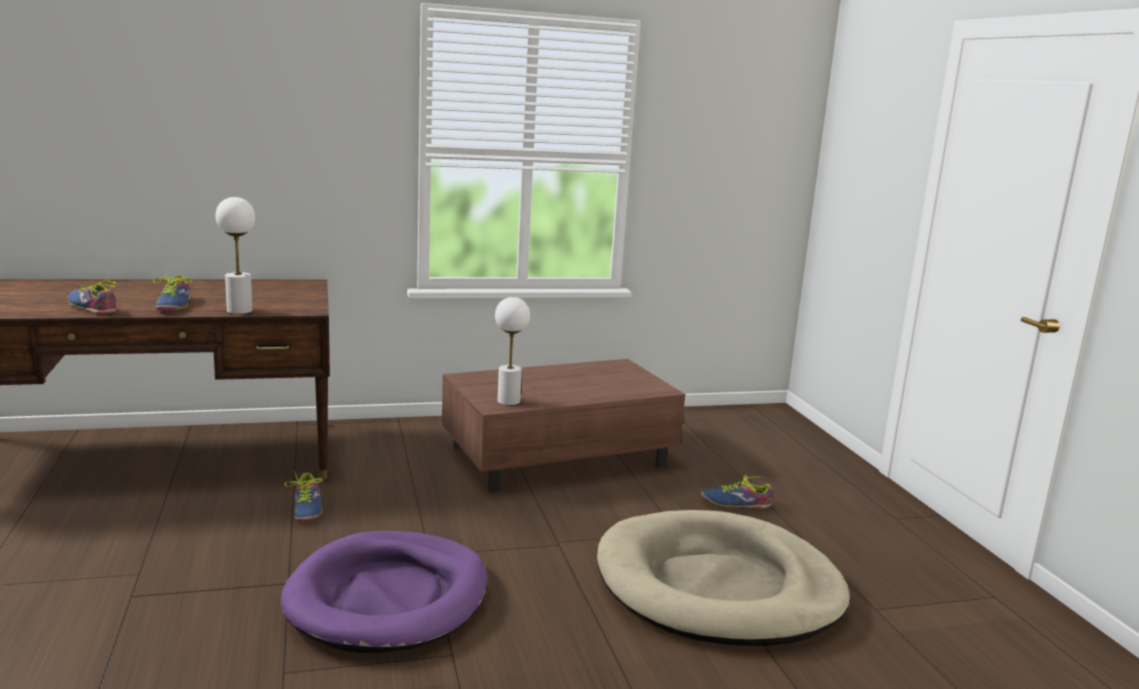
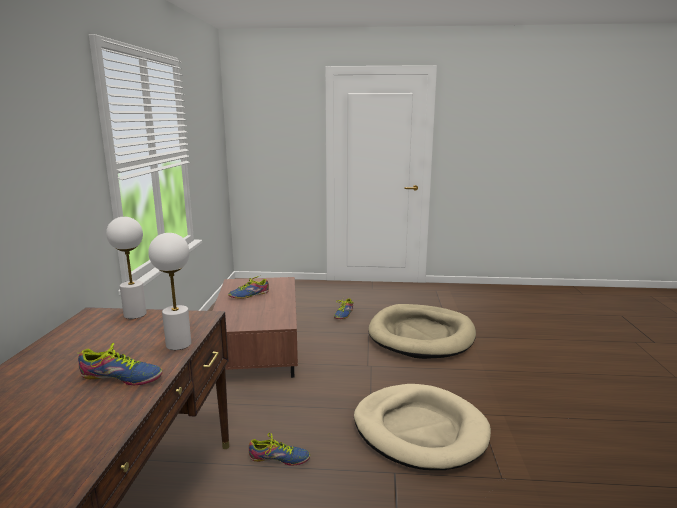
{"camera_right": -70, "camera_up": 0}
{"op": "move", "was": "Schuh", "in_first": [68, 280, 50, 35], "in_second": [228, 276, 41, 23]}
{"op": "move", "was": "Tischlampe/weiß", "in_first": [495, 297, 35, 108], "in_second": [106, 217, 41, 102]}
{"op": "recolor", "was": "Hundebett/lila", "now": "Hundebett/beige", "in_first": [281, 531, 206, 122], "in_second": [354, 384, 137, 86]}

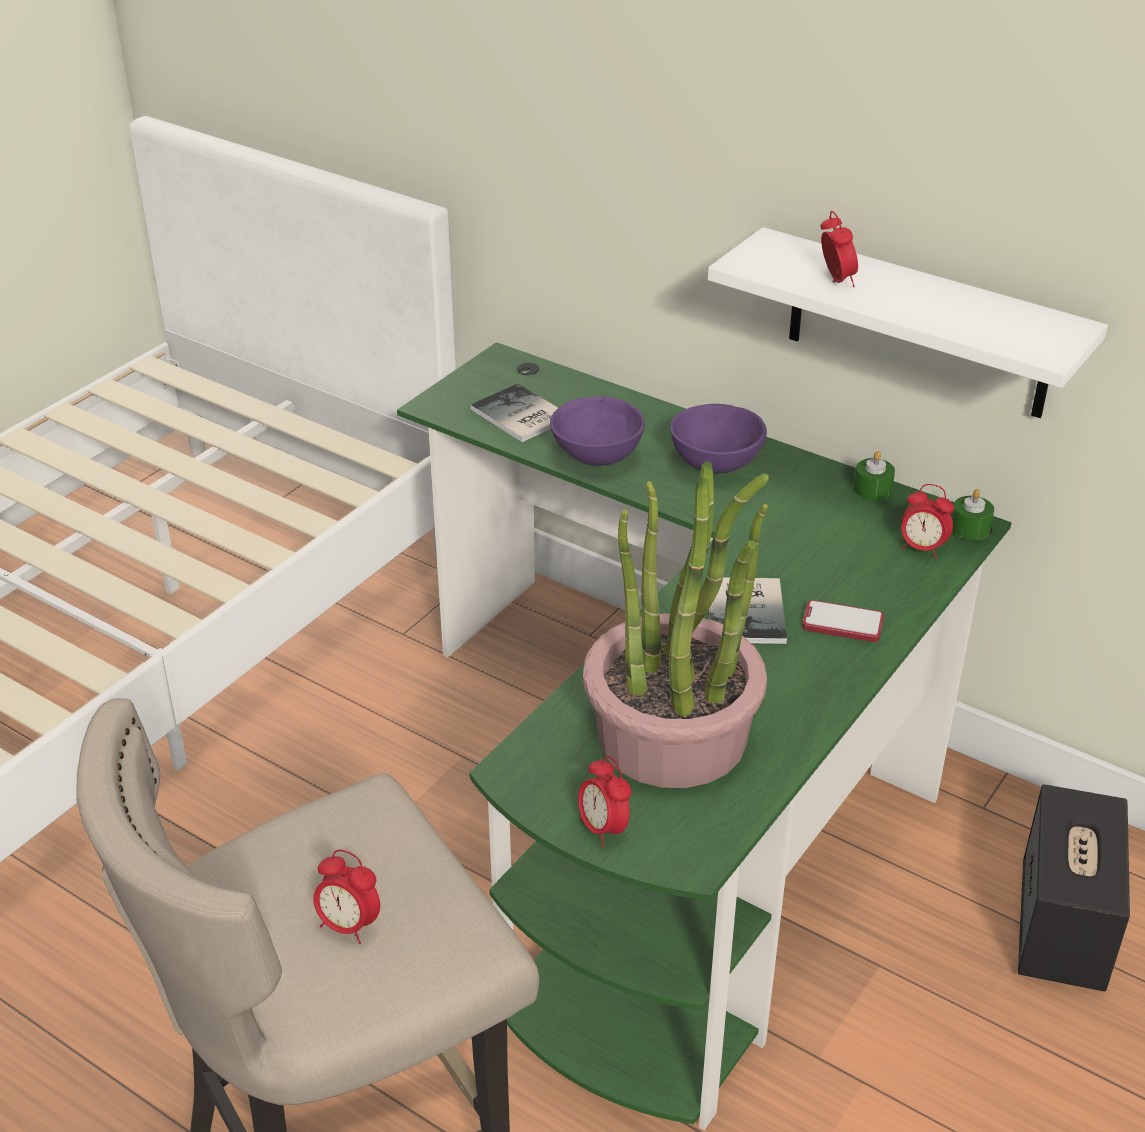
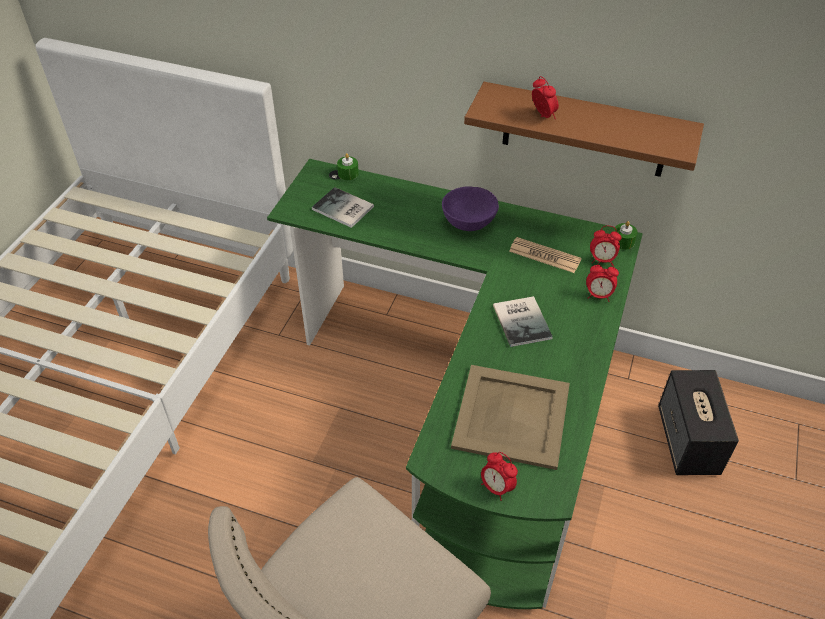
{"camera_right": -15, "camera_up": 10}
{"op": "delete", "was": "Schüssel/lila", "in_first": [550, 396, 95, 70]}
{"op": "delete", "was": "Handy", "in_first": [802, 600, 82, 42]}
{"op": "insert", "now": "Zeitung", "in_second": [509, 237, 73, 36]}
{"op": "move", "was": "Wecker", "in_first": [313, 849, 67, 95], "in_second": [586, 261, 33, 41]}
{"op": "move", "was": "Kerze/grün", "in_first": [854, 451, 41, 50], "in_second": [337, 153, 22, 27]}
{"op": "replace", "was": "Topfpflanze", "now": "Tablett/beige", "in_first": [583, 461, 186, 327], "in_second": [451, 365, 119, 105]}
{"op": "recolor", "was": "Wandregal/weiß", "now": "Wandregal/braun", "in_first": [708, 227, 400, 191], "in_second": [464, 82, 240, 95]}

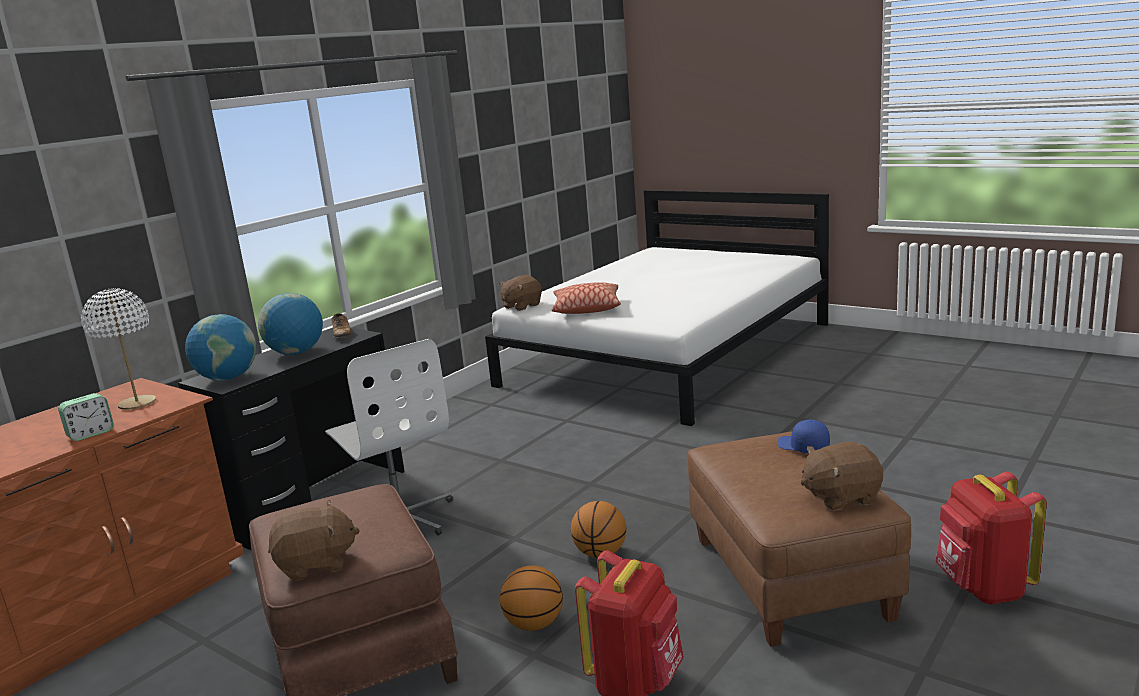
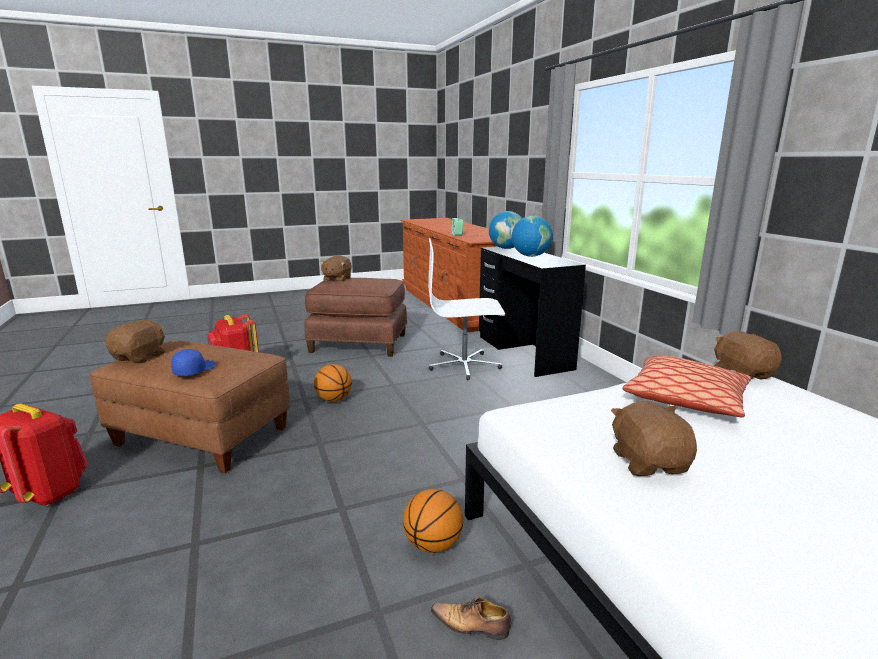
{"camera_right": 120, "camera_up": 0}
{"op": "delete", "was": "Tischlampe/weiß", "in_first": [81, 288, 75, 122]}
{"op": "insert", "now": "Plüschtier/braun", "in_second": [611, 401, 86, 75]}
{"op": "move", "was": "Schuh", "in_first": [331, 313, 21, 26], "in_second": [431, 597, 80, 43]}
{"op": "move", "was": "Basketball", "in_first": [500, 565, 63, 66], "in_second": [403, 489, 60, 64]}
{"op": "rotate", "was": "Kappe/blau", "in_first": [777, 420, 53, 33], "in_second": [171, 349, 45, 27], "clockwise": -60}

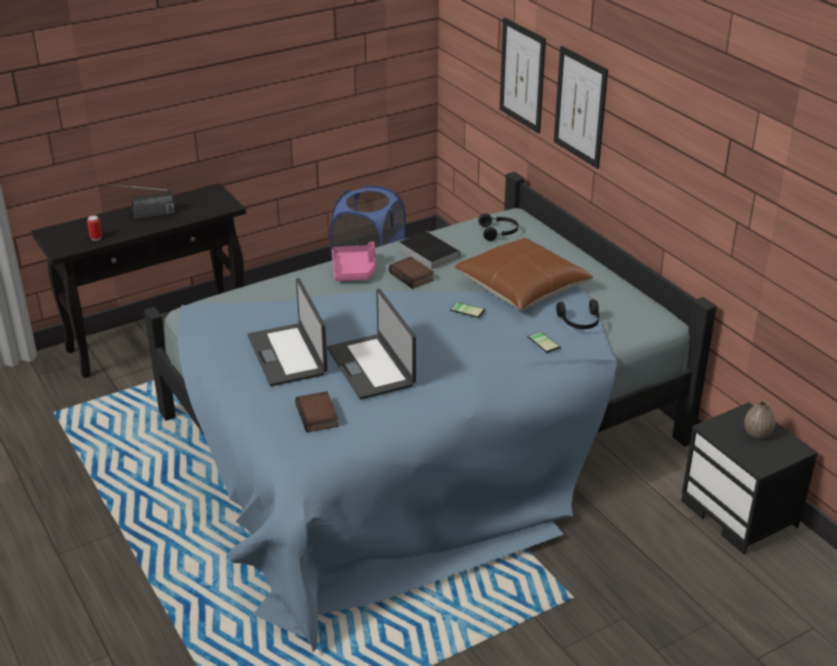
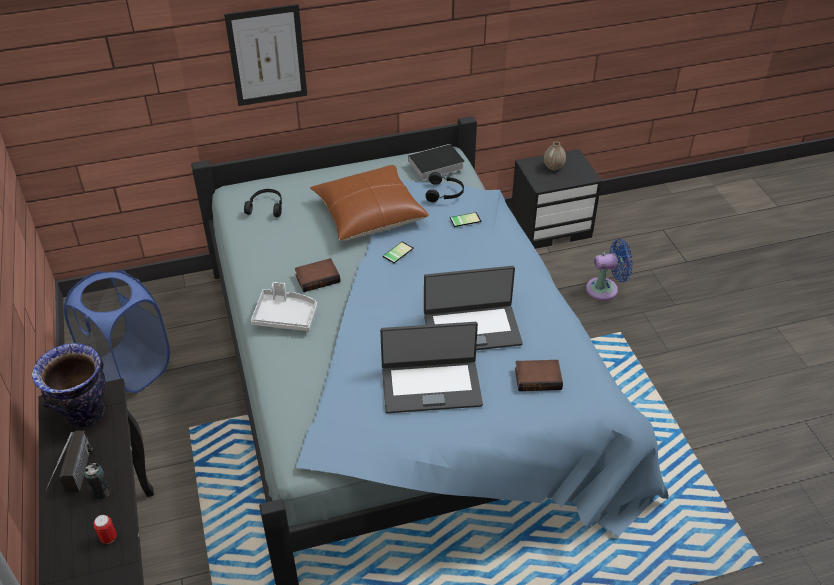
{"camera_right": -75, "camera_up": 10}
{"op": "delete", "was": "Bild", "in_first": [499, 17, 47, 117]}
{"op": "insert", "now": "Vase", "in_second": [32, 343, 74, 85]}
{"op": "insert", "now": "Dose", "in_second": [84, 463, 27, 37]}
{"op": "insert", "now": "Ventilator/blau", "in_second": [586, 239, 47, 61]}
{"op": "move", "was": "Buch", "in_first": [399, 231, 61, 39], "in_second": [401, 144, 64, 36]}
{"op": "recolor", "was": "Tablett/rosa", "now": "Tablett/grau", "in_first": [332, 242, 43, 39], "in_second": [251, 282, 66, 49]}

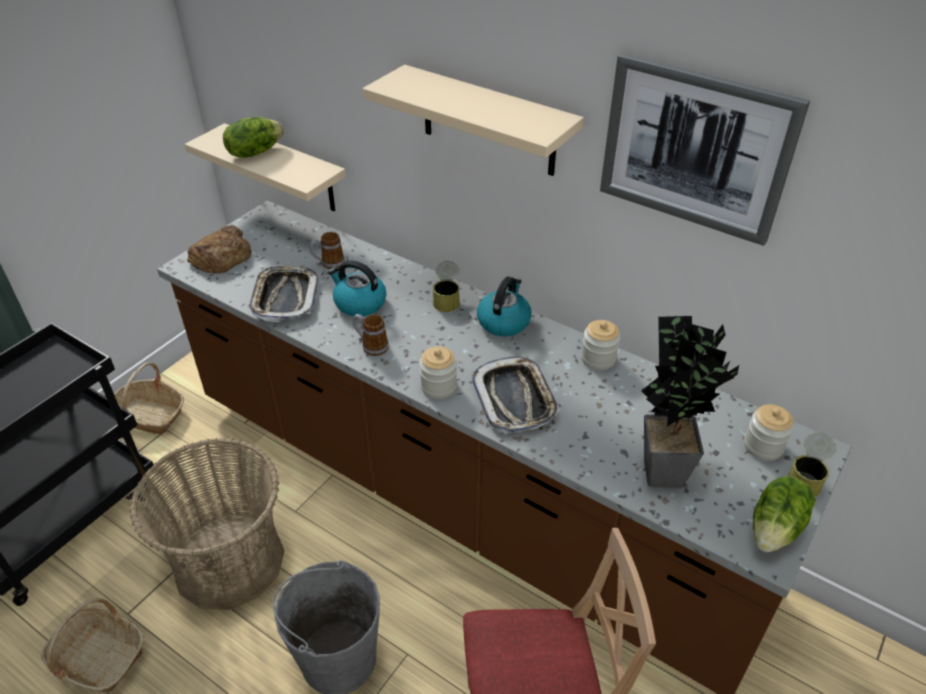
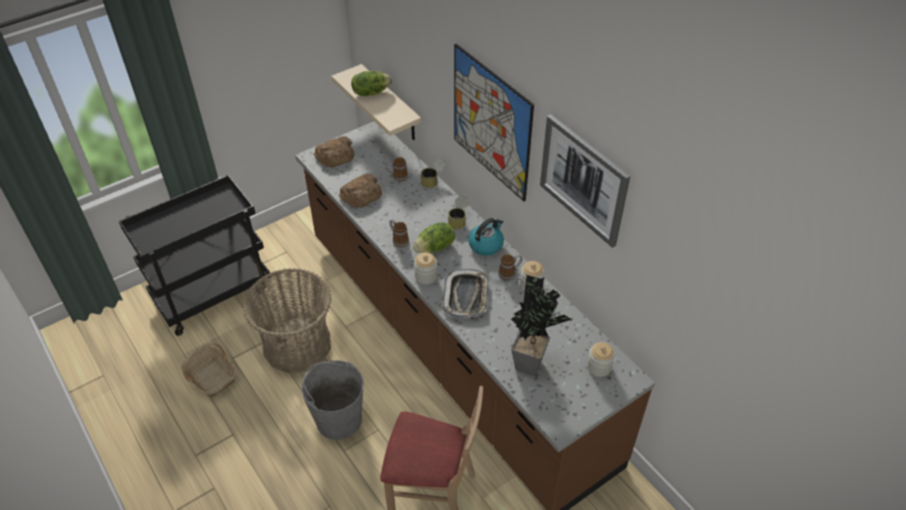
{"camera_right": 20, "camera_up": 5}
{"op": "delete", "was": "Korb", "in_first": [114, 362, 70, 72]}
{"op": "delete", "was": "Wasserkessel", "in_first": [328, 260, 59, 56]}
{"op": "insert", "now": "Henkelbecher", "in_second": [498, 254, 24, 26]}
{"op": "move", "was": "Salatkopf", "in_first": [753, 476, 63, 76], "in_second": [413, 222, 42, 31]}
{"op": "move", "was": "Dose", "in_first": [788, 433, 48, 64], "in_second": [421, 159, 25, 29]}
{"op": "replace", "was": "Tablett", "now": "Brot", "in_first": [249, 265, 69, 57], "in_second": [339, 173, 43, 35]}
{"op": "replace", "was": "Wandregal/beige", "now": "Bild", "in_first": [362, 65, 222, 111], "in_second": [454, 43, 80, 159]}

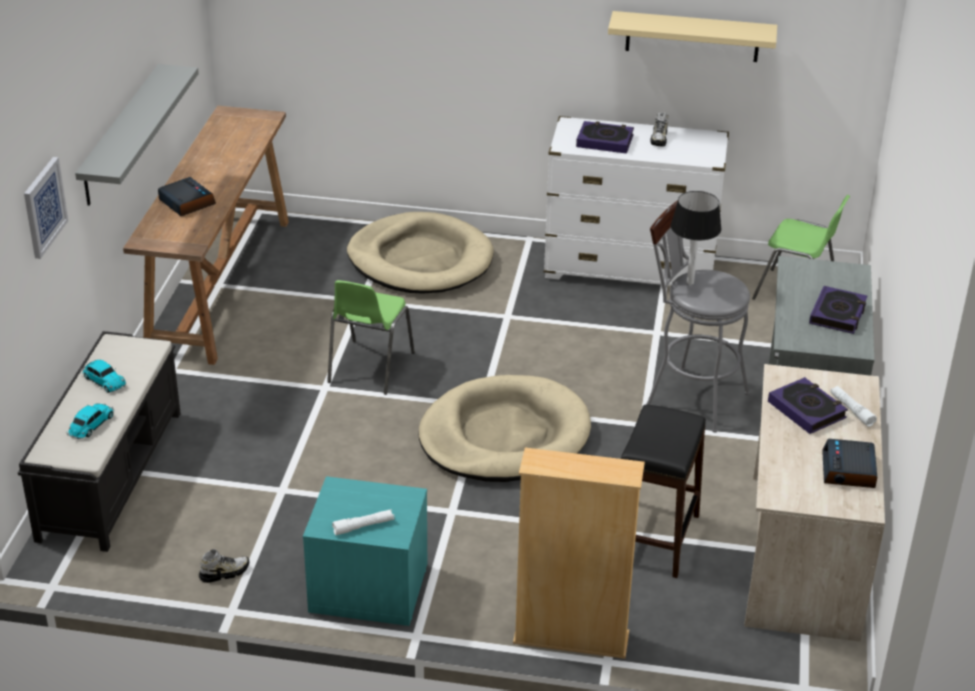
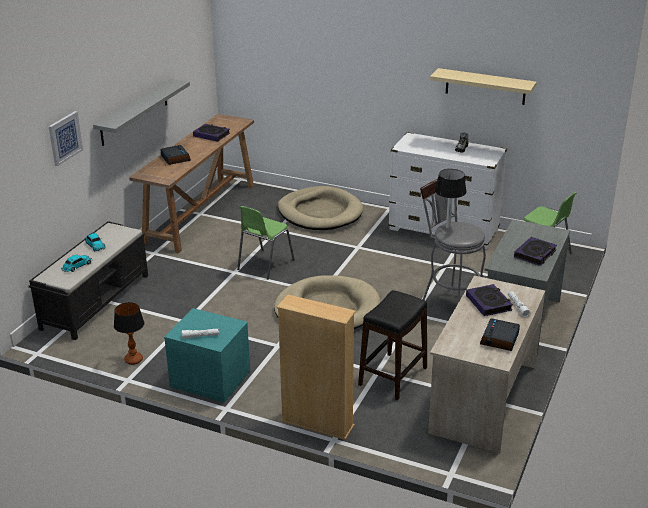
{"camera_right": 15, "camera_up": -5}
{"op": "move", "was": "Buch", "in_first": [576, 121, 58, 33], "in_second": [193, 124, 37, 18]}
{"op": "replace", "was": "Schuh", "now": "Tischlampe", "in_first": [199, 549, 50, 34], "in_second": [114, 302, 30, 63]}

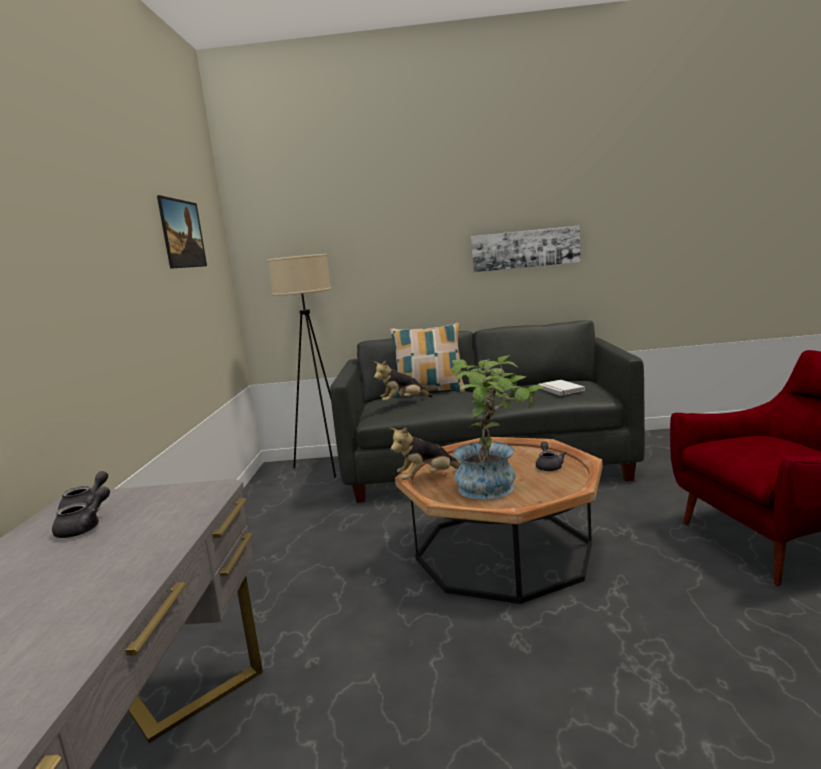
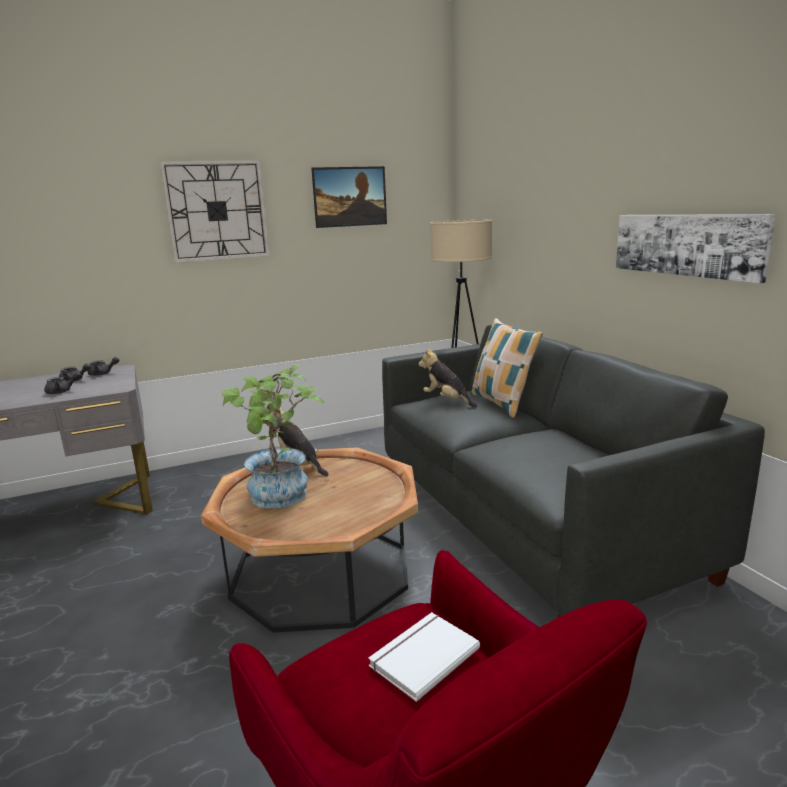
{"camera_right": 65, "camera_up": 5}
{"op": "insert", "now": "Wanduhr", "in_second": [160, 160, 109, 103]}
{"op": "move", "was": "Teekanne/grau", "in_first": [536, 441, 31, 30], "in_second": [44, 372, 37, 22]}
{"op": "move", "was": "Buch/weiß", "in_first": [538, 380, 47, 16], "in_second": [368, 612, 112, 90]}

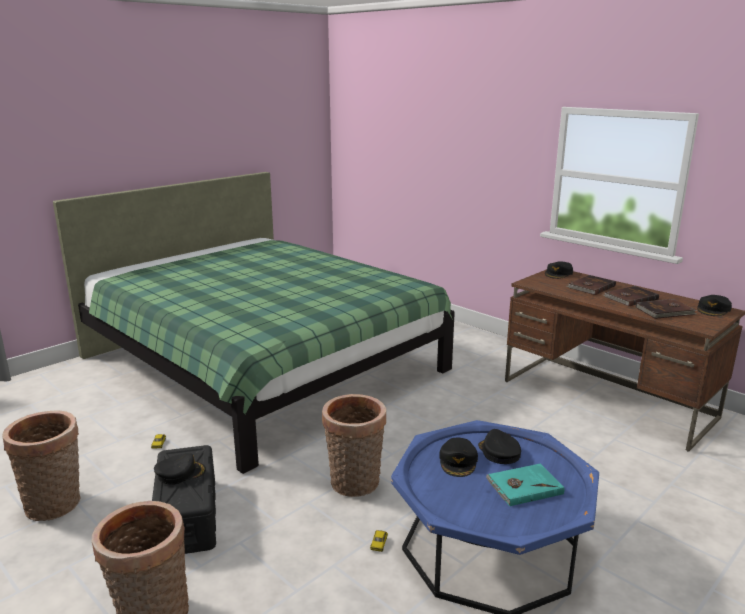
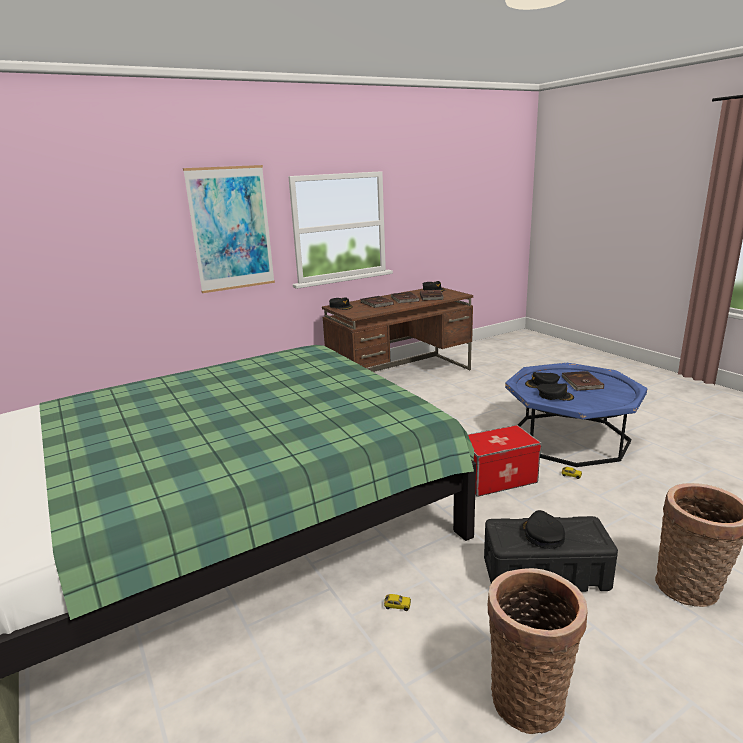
{"camera_right": -75, "camera_up": 0}
{"op": "insert", "now": "Bild", "in_second": [183, 165, 92, 128]}
{"op": "replace", "was": "Korb", "now": "Aufbewahrungsbox", "in_first": [322, 394, 64, 103], "in_second": [468, 425, 74, 72]}
{"op": "recolor", "was": "Buch/türkis", "now": "Buch/braun", "in_first": [486, 463, 78, 43], "in_second": [561, 371, 43, 20]}

